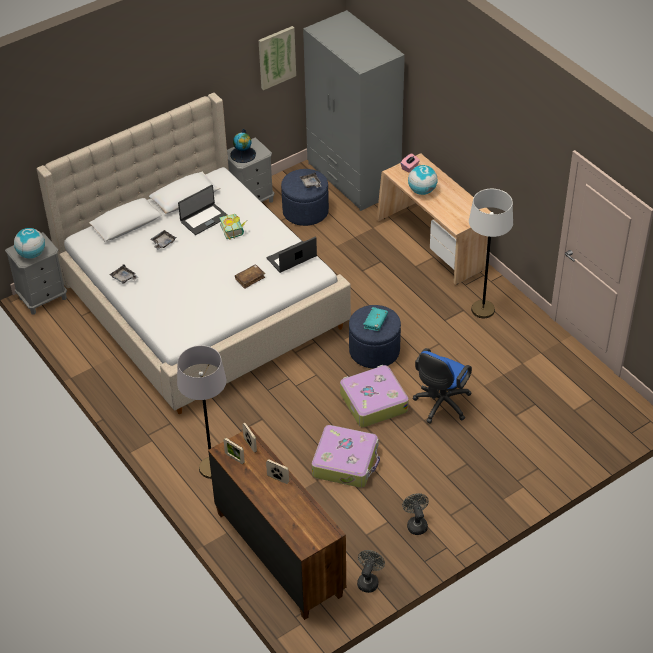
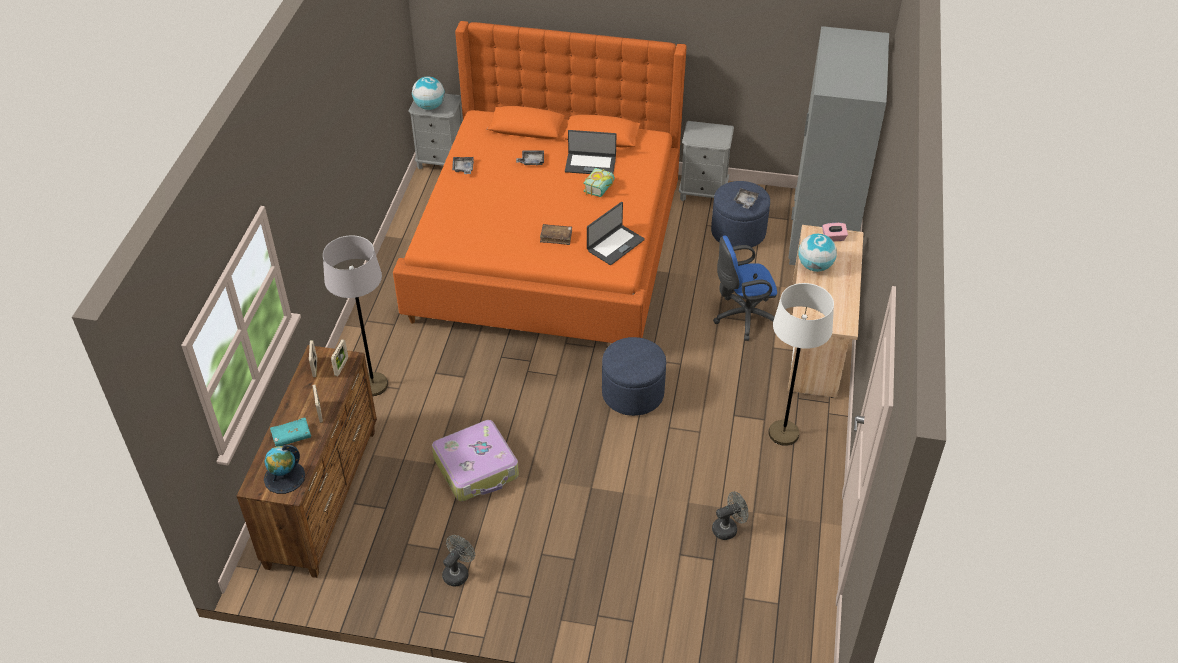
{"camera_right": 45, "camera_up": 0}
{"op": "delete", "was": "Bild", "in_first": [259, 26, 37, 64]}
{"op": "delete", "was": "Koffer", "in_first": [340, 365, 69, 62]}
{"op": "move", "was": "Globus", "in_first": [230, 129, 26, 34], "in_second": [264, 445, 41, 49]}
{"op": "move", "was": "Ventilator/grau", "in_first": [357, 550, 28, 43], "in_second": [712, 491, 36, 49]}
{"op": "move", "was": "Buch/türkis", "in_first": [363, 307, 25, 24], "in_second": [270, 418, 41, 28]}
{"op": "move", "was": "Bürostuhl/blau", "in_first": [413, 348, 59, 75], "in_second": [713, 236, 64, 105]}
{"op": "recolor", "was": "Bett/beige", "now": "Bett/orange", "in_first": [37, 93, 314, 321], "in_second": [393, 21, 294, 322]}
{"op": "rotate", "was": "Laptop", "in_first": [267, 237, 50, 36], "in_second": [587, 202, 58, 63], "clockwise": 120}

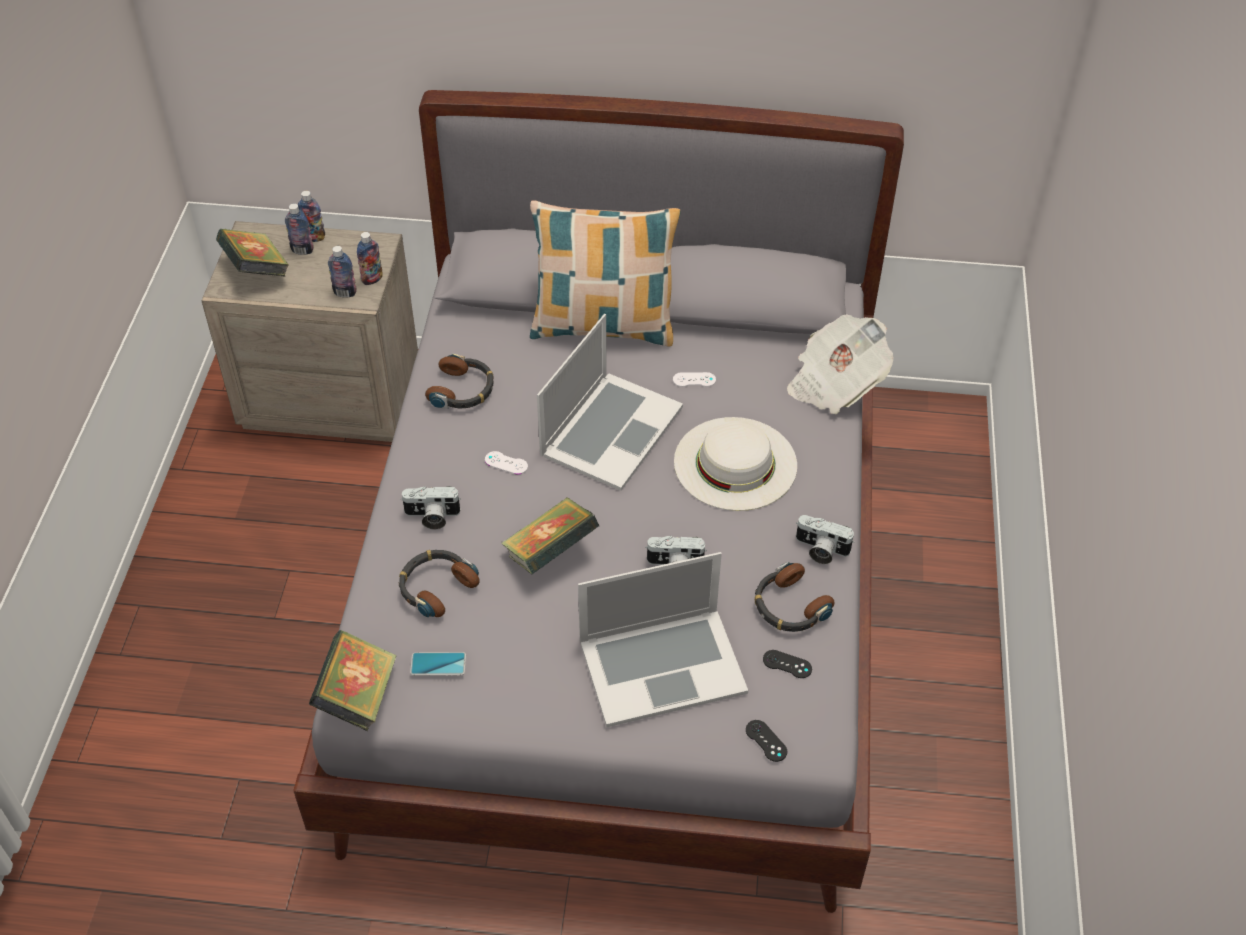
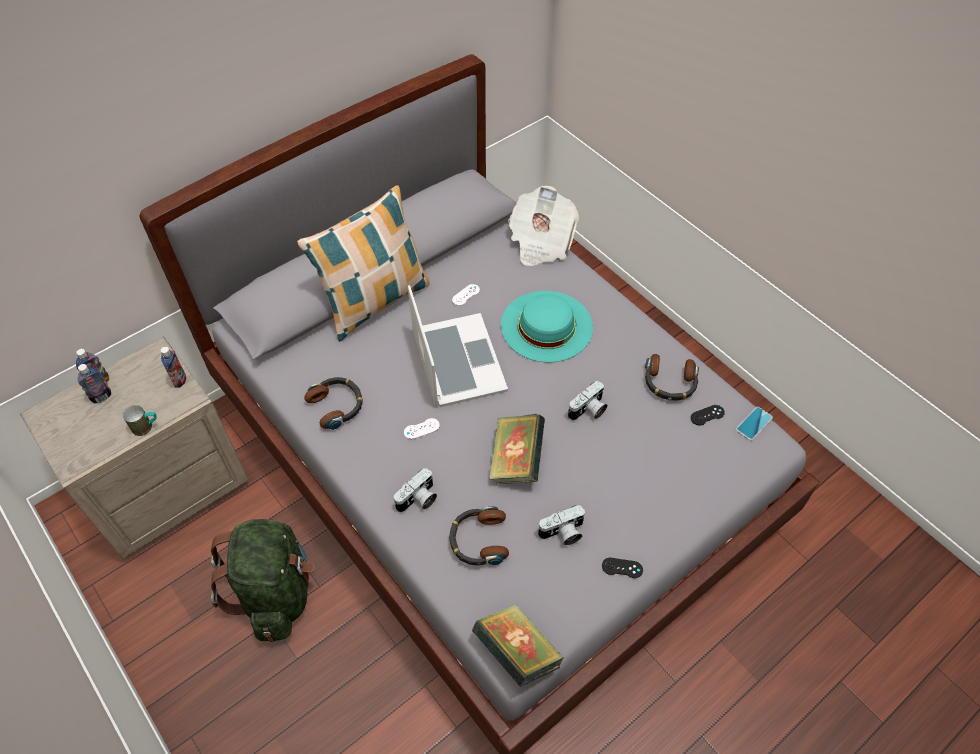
{"camera_right": -45, "camera_up": 5}
{"op": "delete", "was": "Buch", "in_first": [216, 229, 73, 48]}
{"op": "delete", "was": "Flasche", "in_first": [328, 246, 29, 52]}
{"op": "delete", "was": "Laptop", "in_first": [578, 552, 170, 175]}
{"op": "insert", "now": "Henkelbecher", "in_second": [123, 405, 34, 31]}
{"op": "insert", "now": "Rucksack/grün", "in_second": [211, 519, 104, 123]}
{"op": "move", "was": "Handy", "in_first": [410, 652, 56, 24], "in_second": [736, 407, 37, 34]}
{"op": "move", "was": "Gamepad/schwarz", "in_first": [746, 720, 41, 42], "in_second": [602, 558, 41, 20]}
{"op": "move", "was": "Kamera", "in_first": [796, 515, 59, 49], "in_second": [538, 505, 47, 40]}
{"op": "recolor", "was": "Hut/weiß", "now": "Hut/türkis", "in_first": [674, 417, 123, 94], "in_second": [501, 291, 92, 72]}

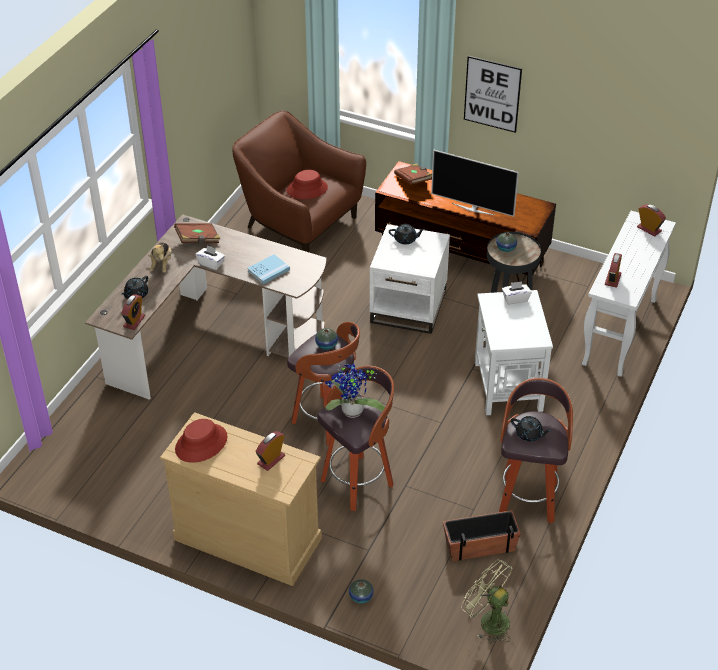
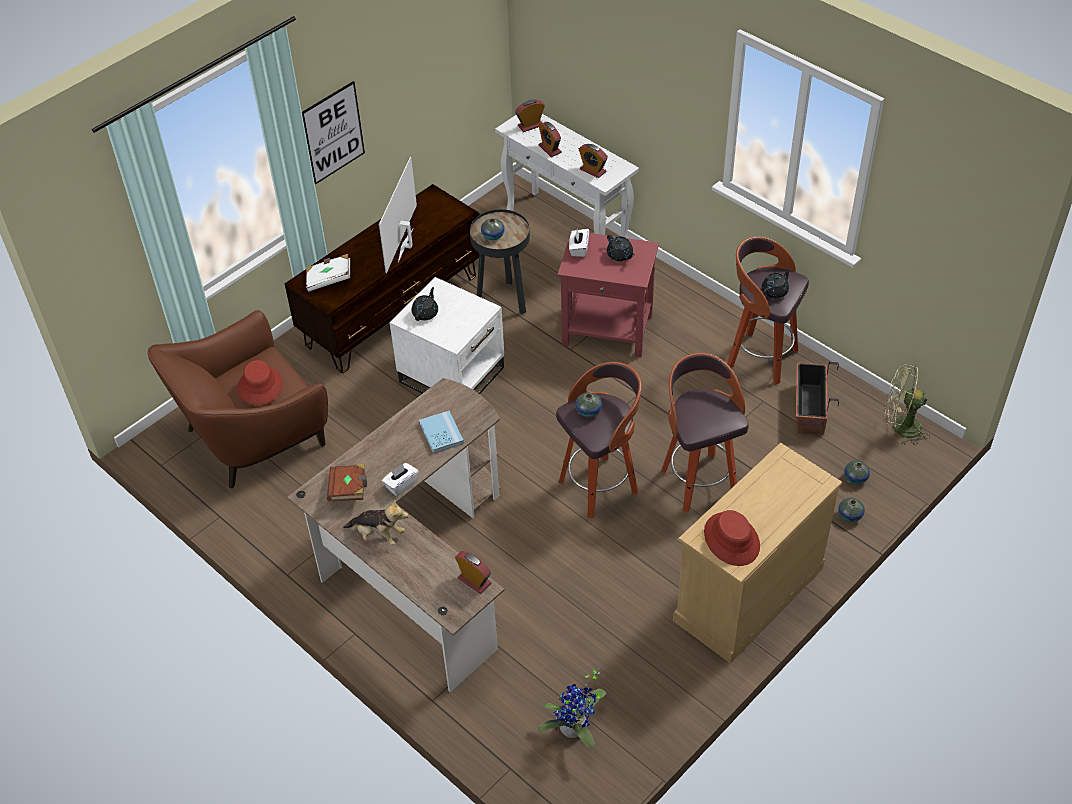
{"camera_right": -70, "camera_up": 5}
{"op": "insert", "now": "Vase", "in_second": [844, 461, 26, 23]}
{"op": "move", "was": "Teekanne/schwarz", "in_first": [121, 276, 27, 23], "in_second": [607, 235, 28, 26]}
{"op": "move", "was": "Wecker", "in_first": [256, 431, 29, 40], "in_second": [539, 122, 23, 35]}
{"op": "move", "was": "Topfpflanze", "in_first": [325, 364, 60, 54], "in_second": [538, 667, 68, 81]}
{"op": "recolor", "was": "Buch/braun", "now": "Buch/weiß", "in_first": [394, 164, 38, 21], "in_second": [306, 254, 44, 38]}
{"op": "recolor", "was": "Beistelltisch/weiß", "now": "Beistelltisch/rot", "in_first": [475, 290, 78, 125], "in_second": [557, 231, 102, 126]}
{"op": "rotate", "was": "Fernseher", "in_first": [431, 149, 88, 68], "in_second": [379, 157, 38, 116], "clockwise": 150}
{"op": "rotate", "was": "Ventilator/grün", "in_first": [461, 560, 52, 83], "in_second": [884, 364, 46, 81], "clockwise": 45}

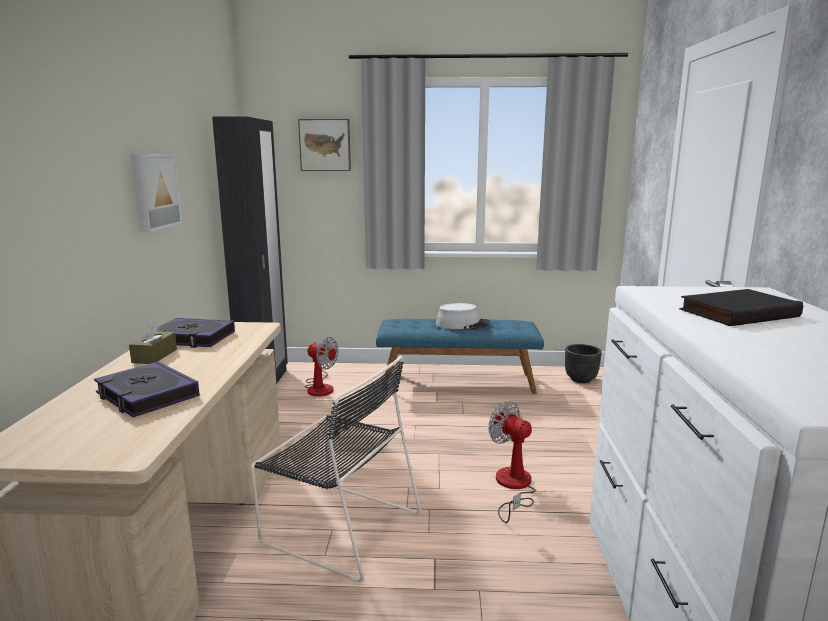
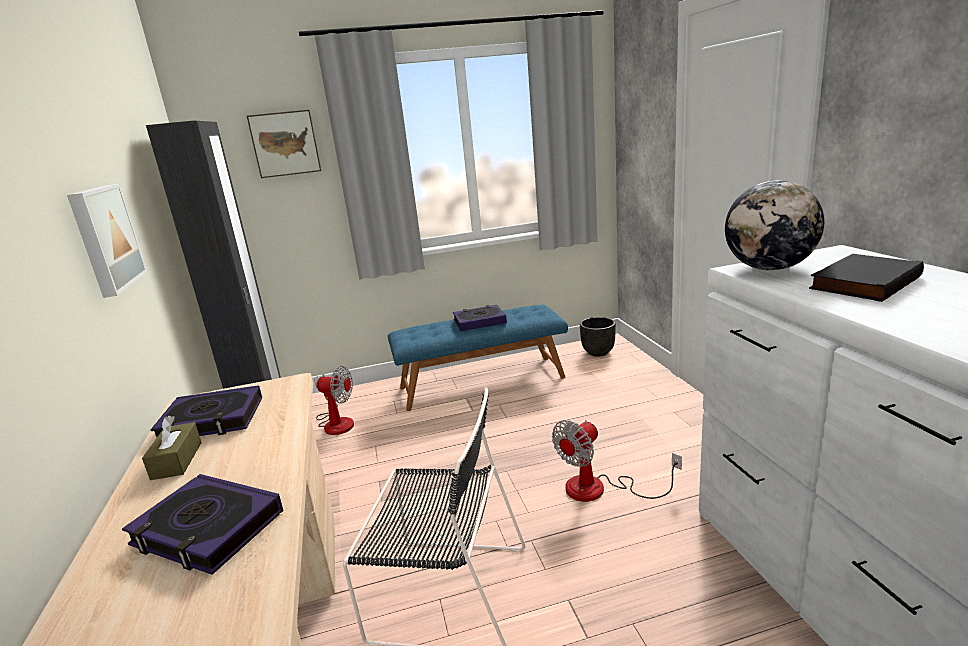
{"camera_right": -15, "camera_up": 5}
{"op": "insert", "now": "Globus", "in_second": [725, 180, 99, 91]}
{"op": "replace", "was": "Hut/grau", "now": "Buch", "in_first": [436, 303, 55, 27], "in_second": [453, 305, 54, 26]}
{"op": "rotate", "was": "Ventilator", "in_first": [488, 401, 47, 122], "in_second": [552, 420, 130, 82], "clockwise": -75}

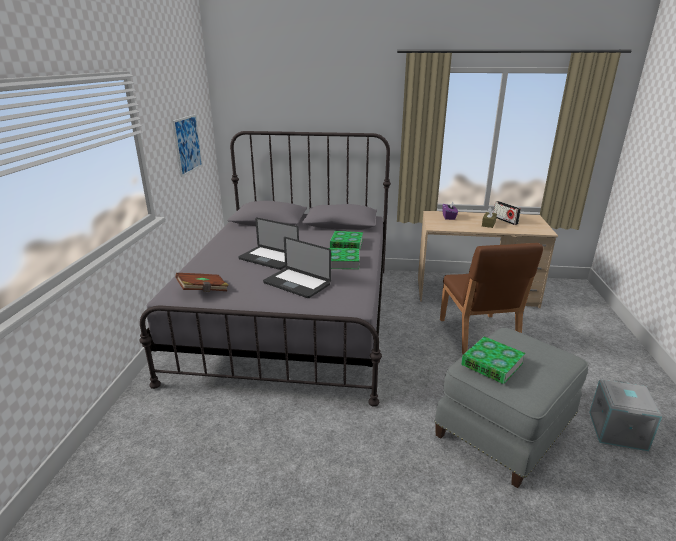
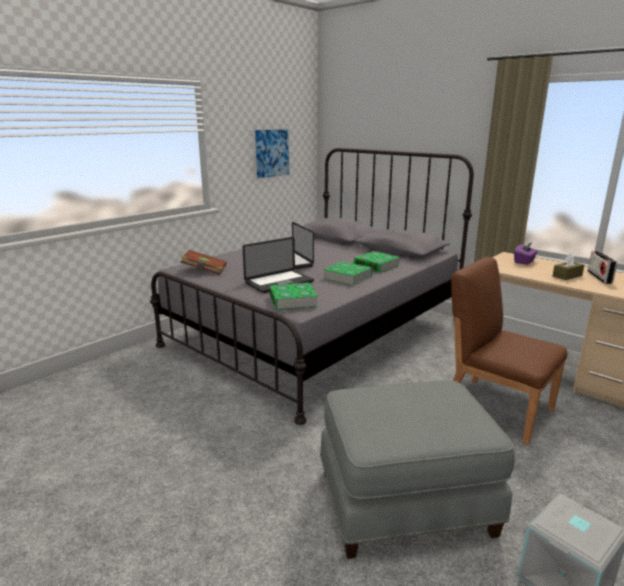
{"camera_right": 35, "camera_up": -5}
{"op": "move", "was": "Buch", "in_first": [461, 337, 64, 47], "in_second": [270, 283, 47, 27]}
{"op": "rotate", "was": "Laptop", "in_first": [263, 237, 68, 61], "in_second": [242, 237, 72, 56], "clockwise": -105}
{"op": "rotate", "was": "Stuhl/braun", "in_first": [440, 243, 103, 111], "in_second": [451, 257, 116, 188], "clockwise": 105}

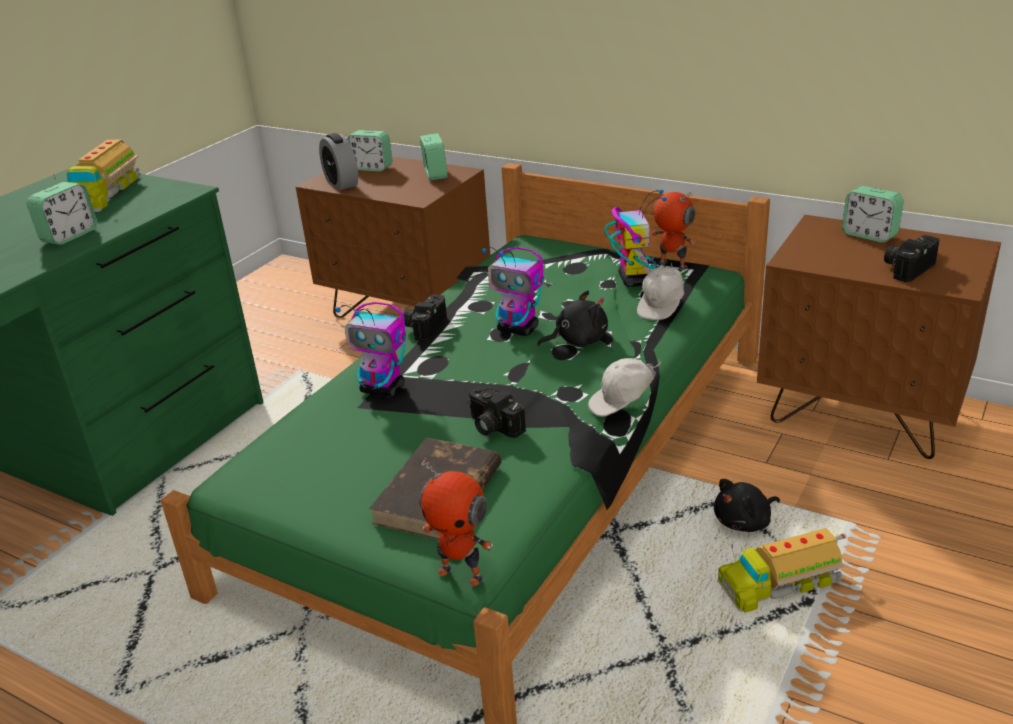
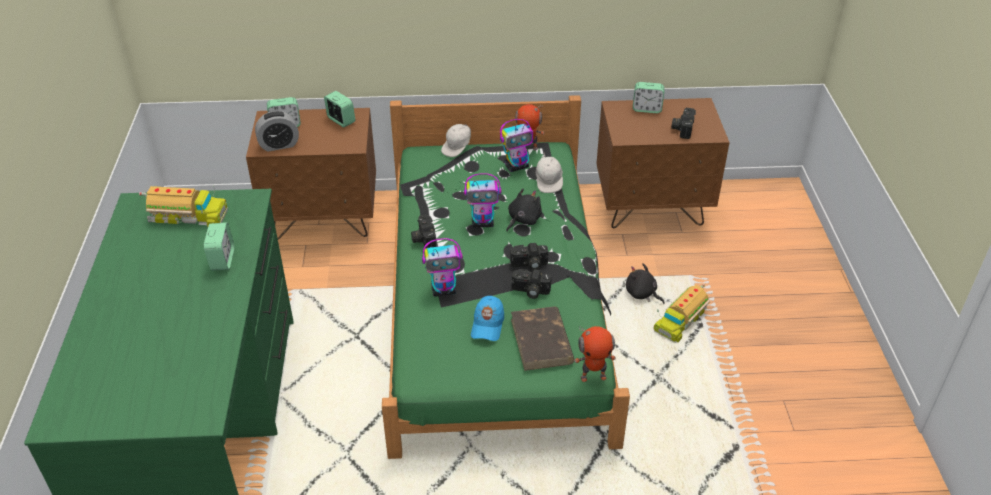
{"camera_right": -35, "camera_up": 10}
{"op": "insert", "now": "Kappe/blau", "in_second": [471, 296, 33, 45]}
{"op": "insert", "now": "Kamera", "in_second": [510, 243, 38, 28]}
{"op": "move", "was": "Kappe/weiß", "in_first": [588, 358, 73, 59], "in_second": [441, 124, 30, 33]}
{"op": "rotate", "was": "Spielzeuglaster", "in_first": [53, 140, 88, 72], "in_second": [139, 186, 89, 41], "clockwise": -60}
{"op": "rotate", "was": "Wecker", "in_first": [319, 133, 39, 57], "in_second": [255, 111, 44, 41], "clockwise": -45}
{"op": "rotate", "was": "Spielzeugroboter", "in_first": [604, 189, 63, 98], "in_second": [500, 119, 33, 53], "clockwise": 105}
{"op": "rotate", "was": "Plüschtier/schwarz", "in_first": [714, 479, 66, 53], "in_second": [626, 263, 39, 41], "clockwise": 105}

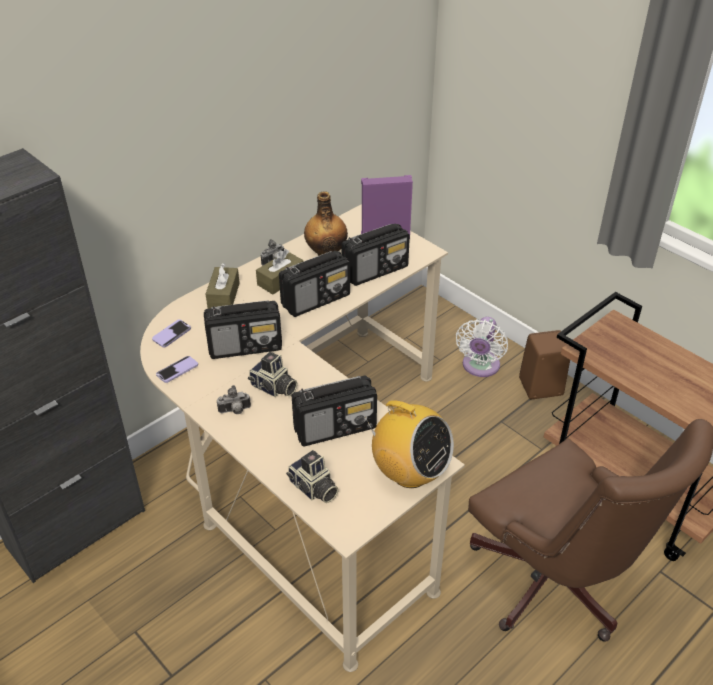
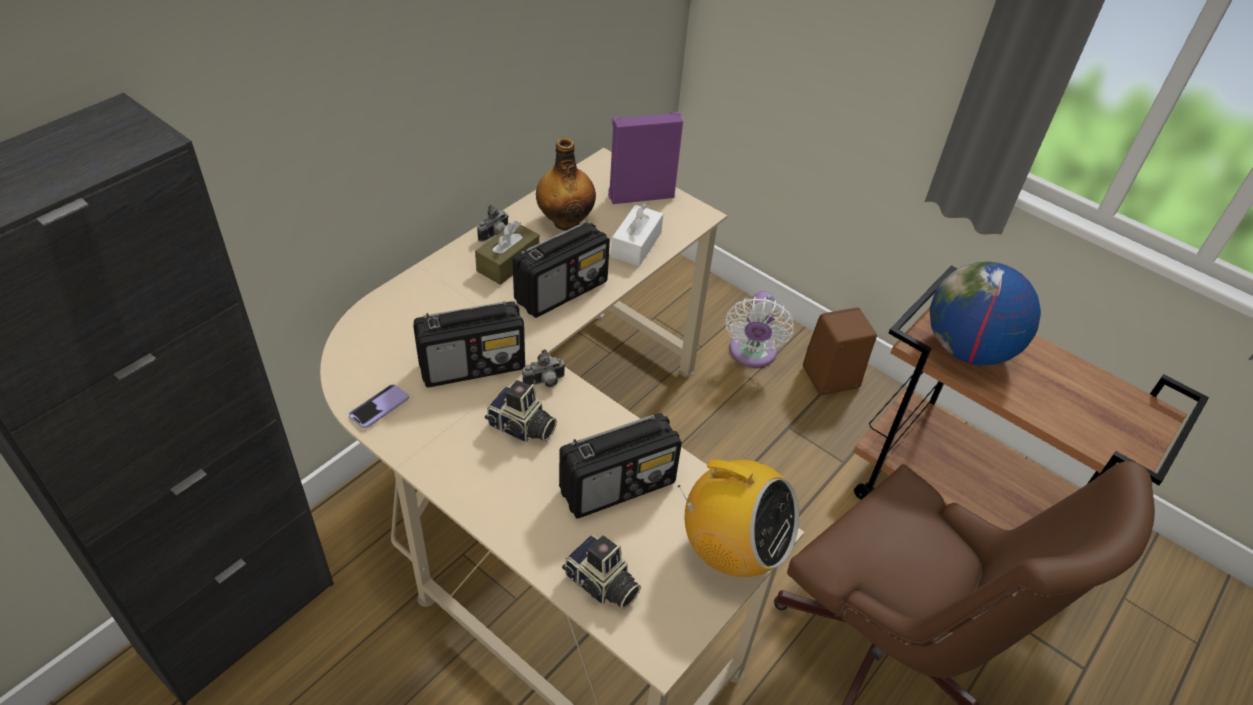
{"camera_right": -10, "camera_up": 5}
{"op": "delete", "was": "Handy", "in_first": [152, 319, 39, 28]}
{"op": "delete", "was": "Taschentuchbox/braun", "in_first": [206, 263, 34, 46]}
{"op": "insert", "now": "Globus", "in_second": [930, 262, 111, 103]}
{"op": "move", "was": "Kamera", "in_first": [217, 385, 34, 29], "in_second": [522, 349, 44, 38]}
{"op": "replace", "was": "Radio", "now": "Taschentuchbox/weiß", "in_first": [342, 224, 68, 62], "in_second": [611, 203, 52, 63]}

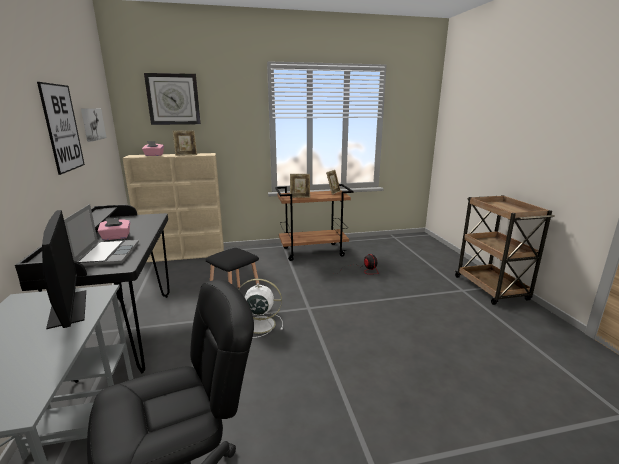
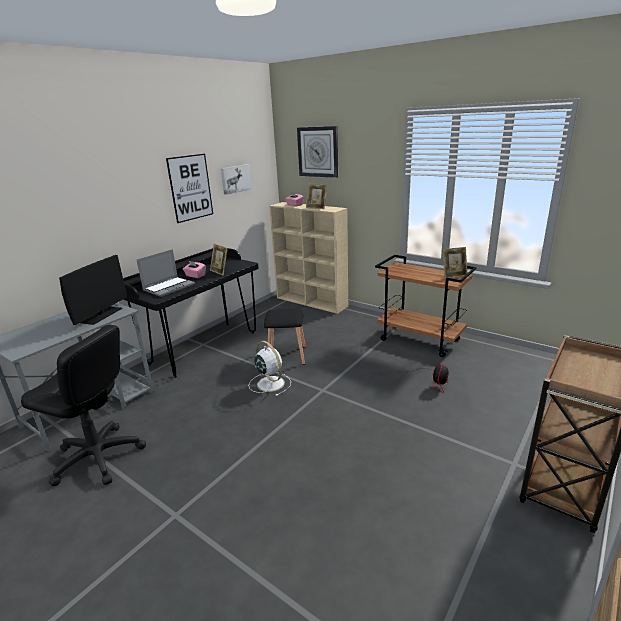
{"camera_right": 50, "camera_up": 5}
{"op": "move", "was": "Bilderrahmen", "in_first": [290, 174, 20, 24], "in_second": [210, 244, 18, 31]}

